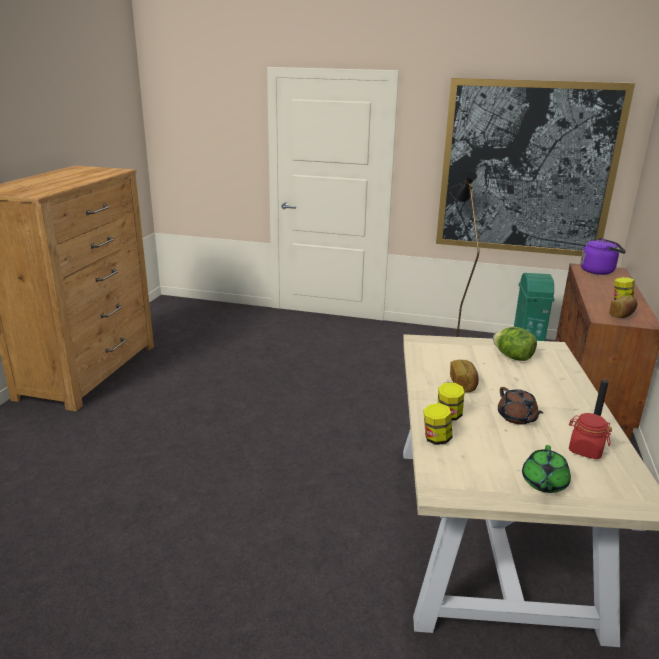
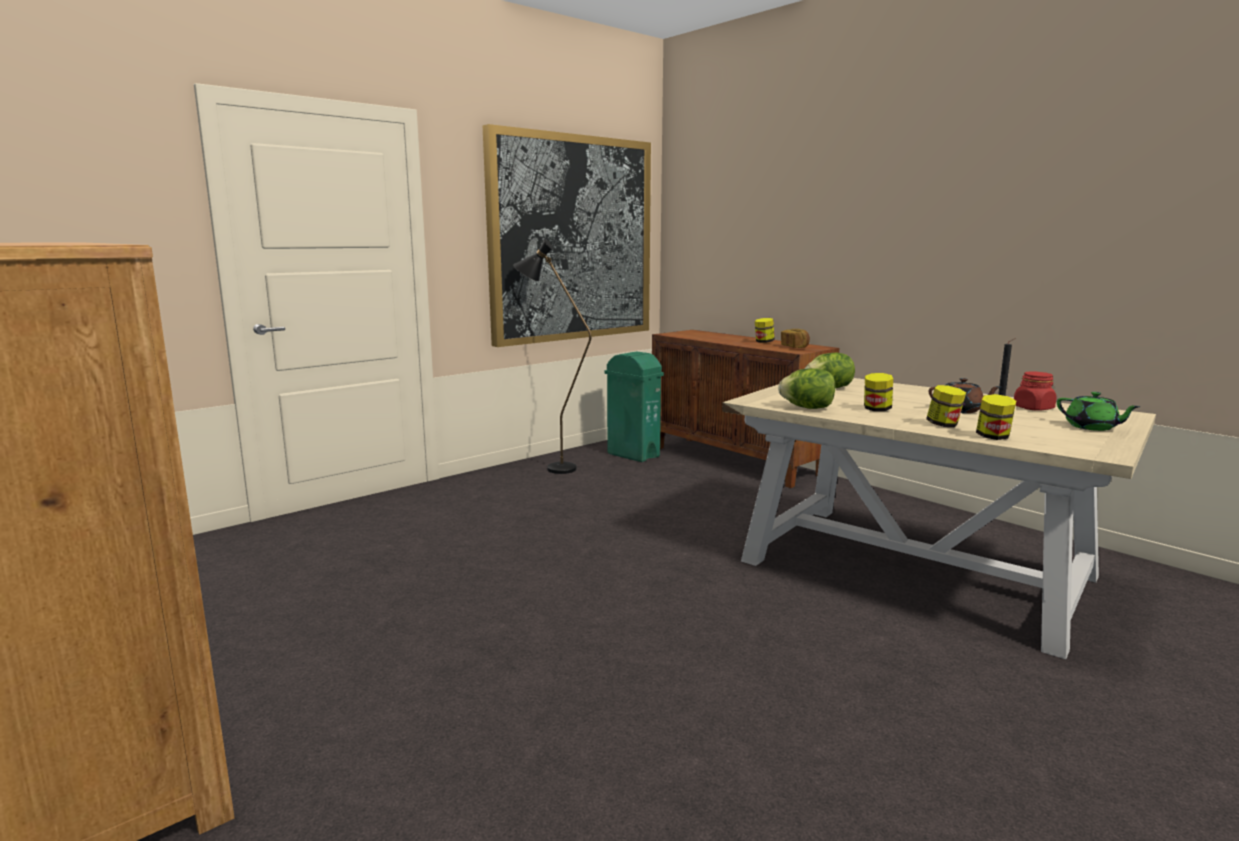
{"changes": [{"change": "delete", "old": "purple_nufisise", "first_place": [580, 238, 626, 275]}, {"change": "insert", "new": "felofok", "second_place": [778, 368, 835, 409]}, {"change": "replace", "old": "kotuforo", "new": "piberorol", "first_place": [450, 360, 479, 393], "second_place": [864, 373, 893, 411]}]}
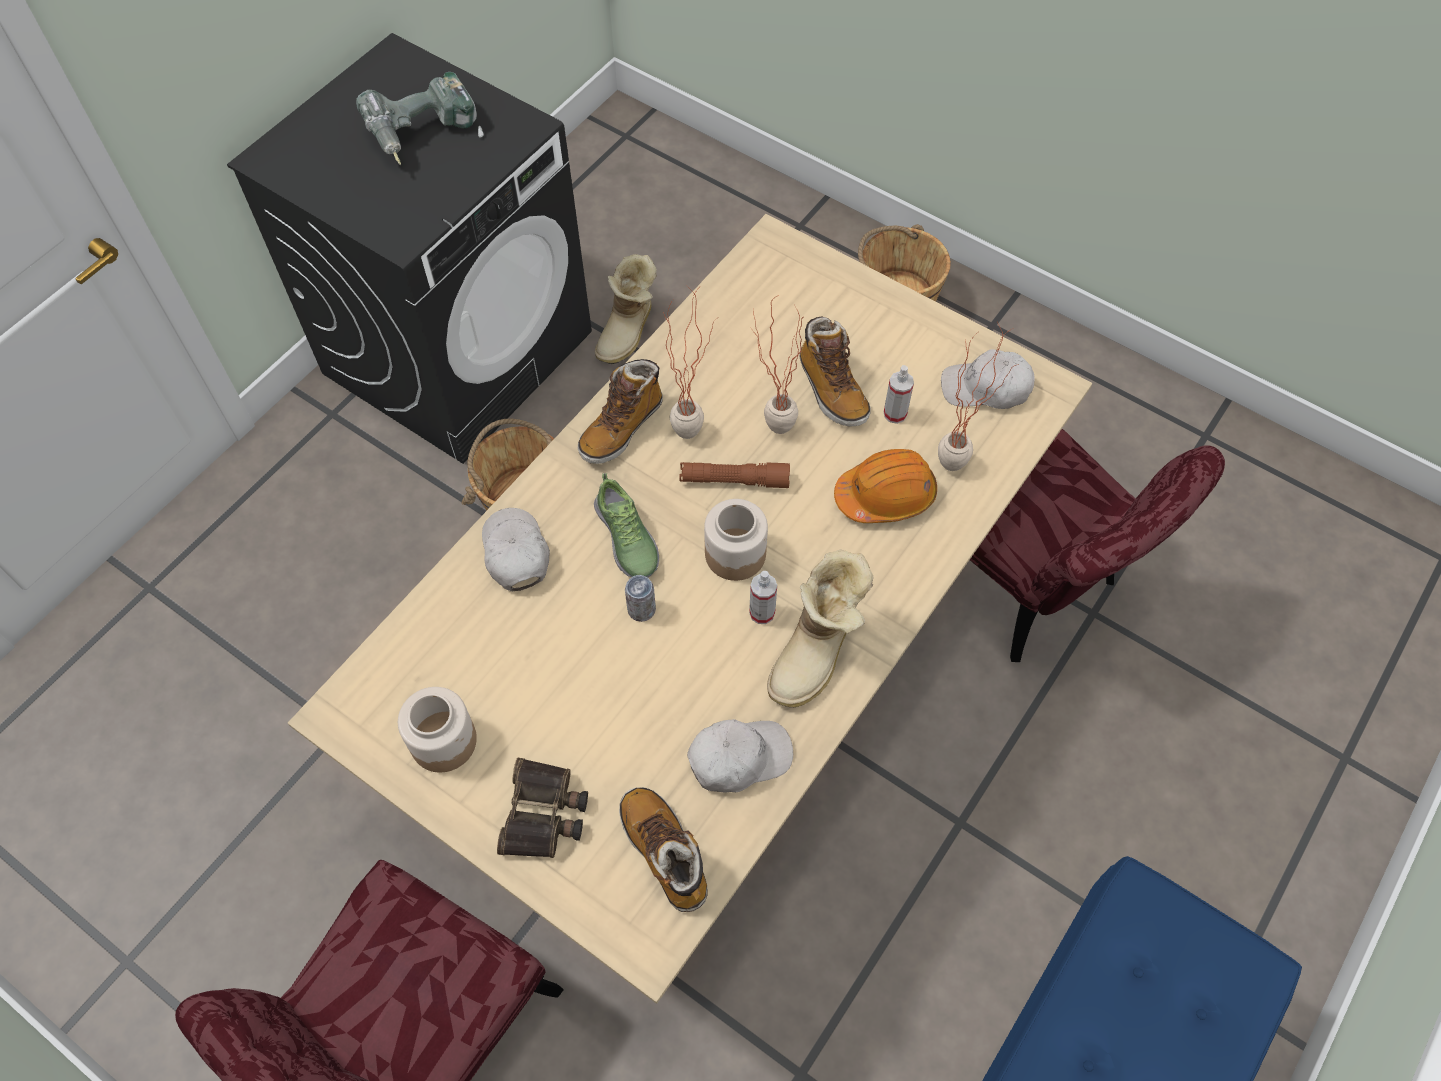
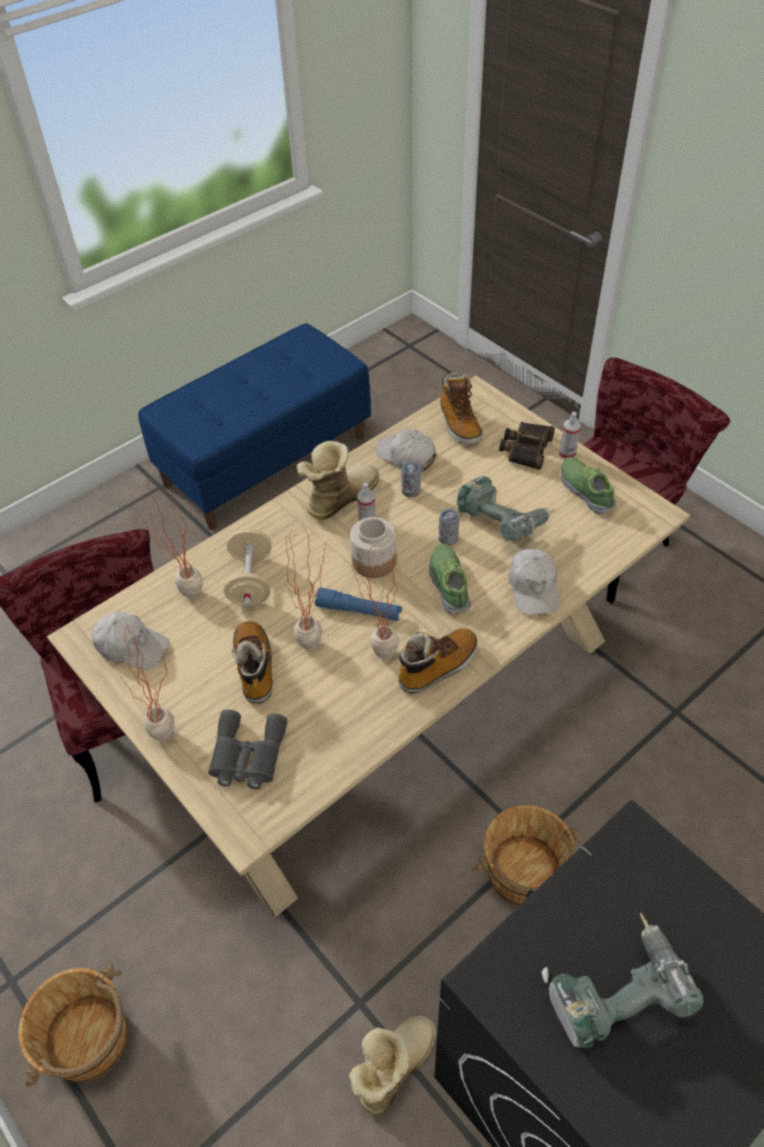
{"changes": [{"change": "insert", "new": "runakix", "second_place": [121, 624, 175, 741]}, {"change": "insert", "new": "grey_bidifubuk", "second_place": [208, 710, 288, 789]}, {"change": "insert", "new": "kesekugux", "second_place": [401, 462, 421, 497]}, {"change": "insert", "new": "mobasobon", "second_place": [456, 476, 556, 541]}, {"change": "move", "old": "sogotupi", "first_place": [884, 365, 914, 424], "second_place": [559, 412, 581, 459]}, {"change": "replace", "old": "piberorol", "new": "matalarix", "first_place": [398, 687, 477, 772], "second_place": [561, 457, 616, 515]}, {"change": "replace", "old": "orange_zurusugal", "new": "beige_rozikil", "first_place": [834, 449, 937, 523], "second_place": [224, 529, 271, 606]}, {"change": "recolor", "old": "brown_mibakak", "new": "blue_mibakak", "first_place": [679, 462, 790, 488], "second_place": [315, 588, 402, 621]}, {"change": "rotate", "old": "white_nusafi", "first_place": [687, 719, 793, 793], "second_place": [375, 429, 436, 472], "degrees": 45}]}
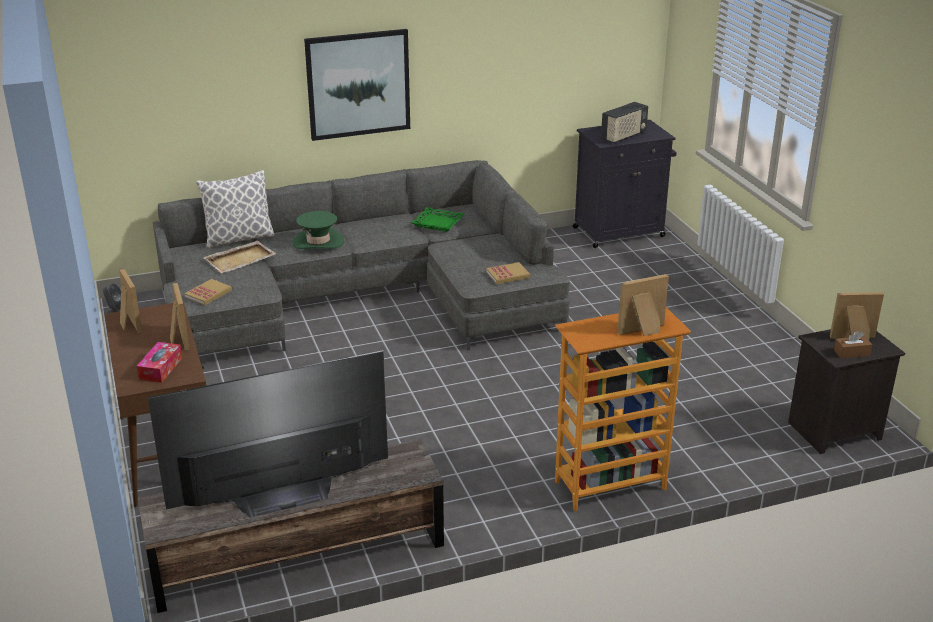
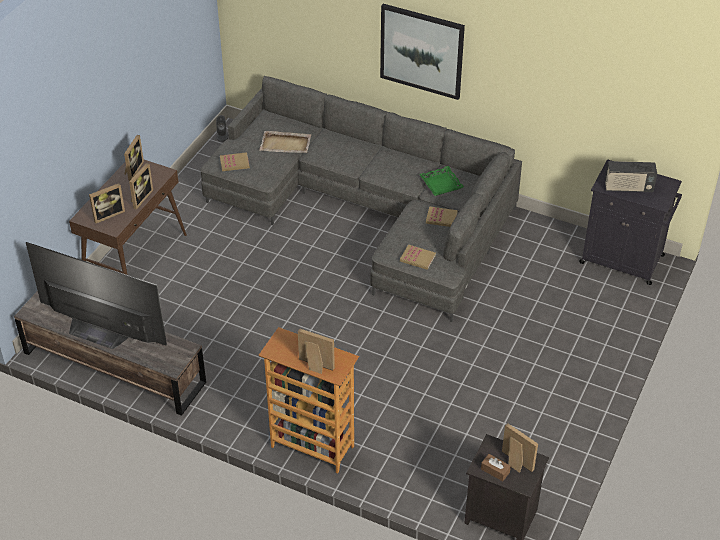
{"changes": [{"change": "delete", "old": "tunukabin", "first_place": [196, 170, 275, 248]}, {"change": "delete", "old": "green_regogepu", "first_place": [292, 211, 344, 249]}, {"change": "insert", "new": "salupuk", "second_place": [426, 206, 458, 227]}, {"change": "replace", "old": "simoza", "new": "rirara", "first_place": [137, 342, 182, 383], "second_place": [89, 183, 125, 223]}]}
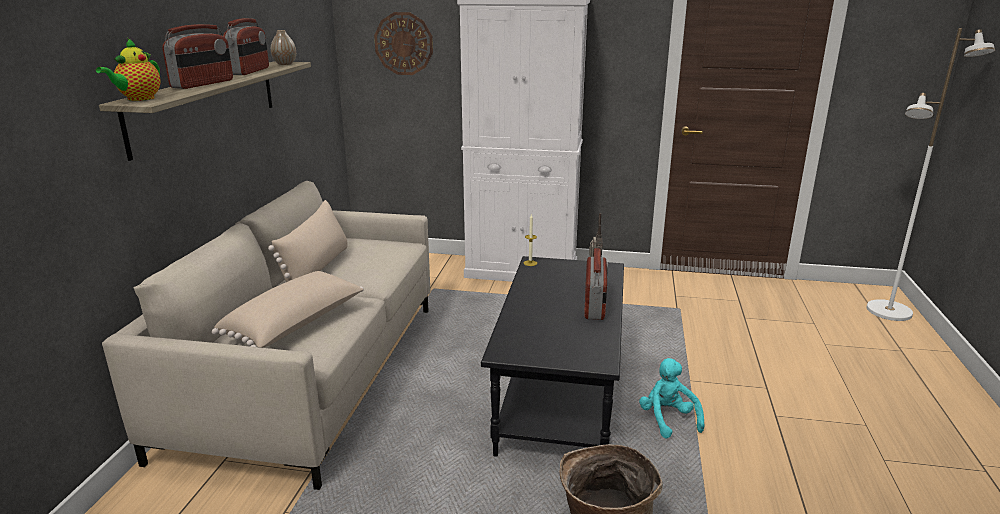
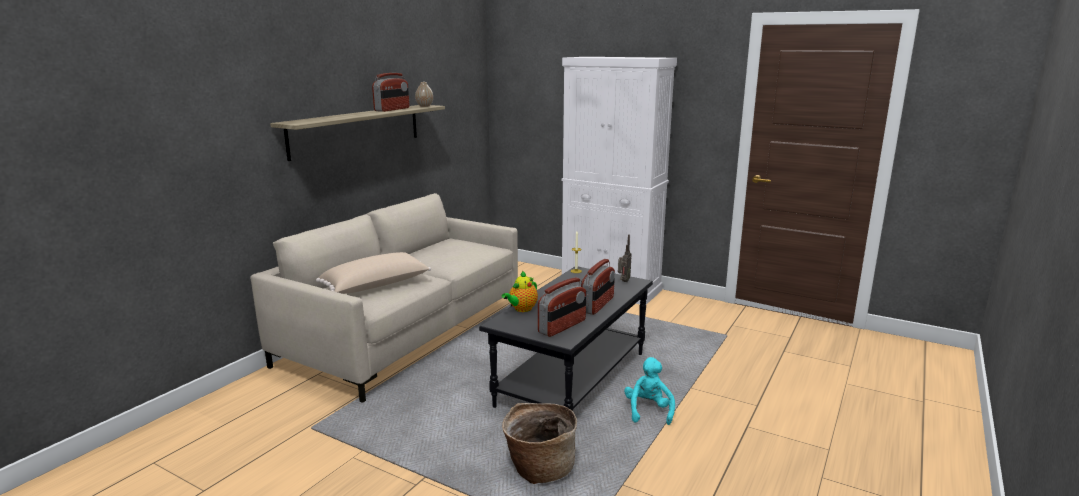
{"changes": [{"change": "delete", "old": "beige_tunukabin", "first_place": [268, 200, 348, 282]}, {"change": "delete", "old": "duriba", "first_place": [374, 12, 433, 75]}, {"change": "delete", "old": "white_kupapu", "first_place": [867, 28, 995, 321]}, {"change": "move", "old": "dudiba", "first_place": [96, 38, 161, 101], "second_place": [502, 271, 538, 312]}, {"change": "move", "old": "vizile", "first_place": [162, 24, 233, 89], "second_place": [538, 277, 586, 337]}]}
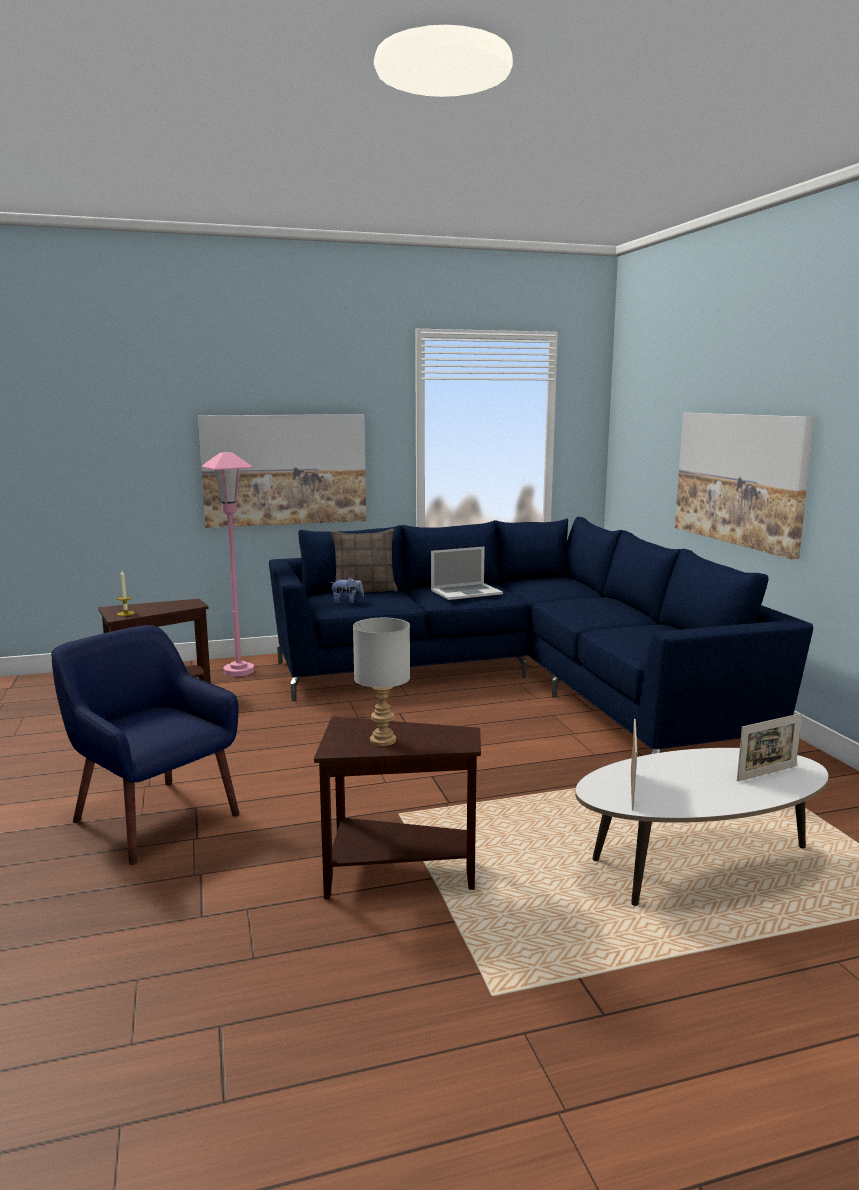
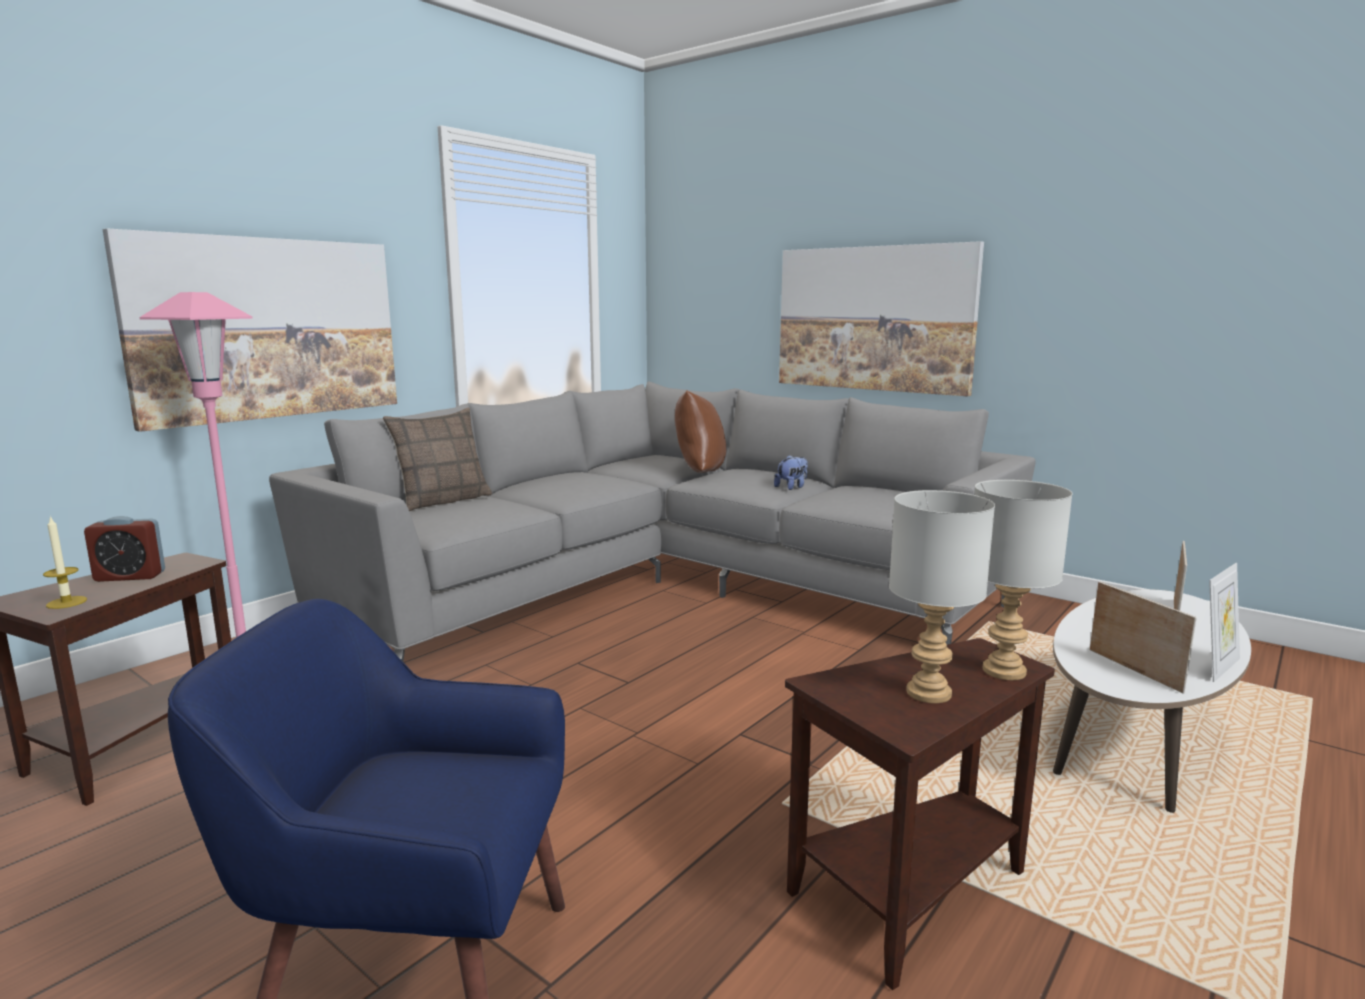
{"changes": [{"change": "delete", "old": "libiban", "first_place": [431, 546, 503, 600]}, {"change": "insert", "new": "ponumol", "second_place": [84, 516, 165, 582]}, {"change": "insert", "new": "brown_tunukabin", "second_place": [675, 390, 726, 473]}, {"change": "insert", "new": "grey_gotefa", "second_place": [974, 480, 1073, 680]}, {"change": "insert", "new": "rirara", "second_place": [1209, 563, 1240, 682]}, {"change": "move", "old": "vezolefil", "first_place": [330, 577, 364, 604], "second_place": [774, 455, 808, 490]}, {"change": "recolor", "old": "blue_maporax", "new": "grey_maporax", "first_place": [269, 517, 813, 754], "second_place": [269, 382, 1036, 662]}]}
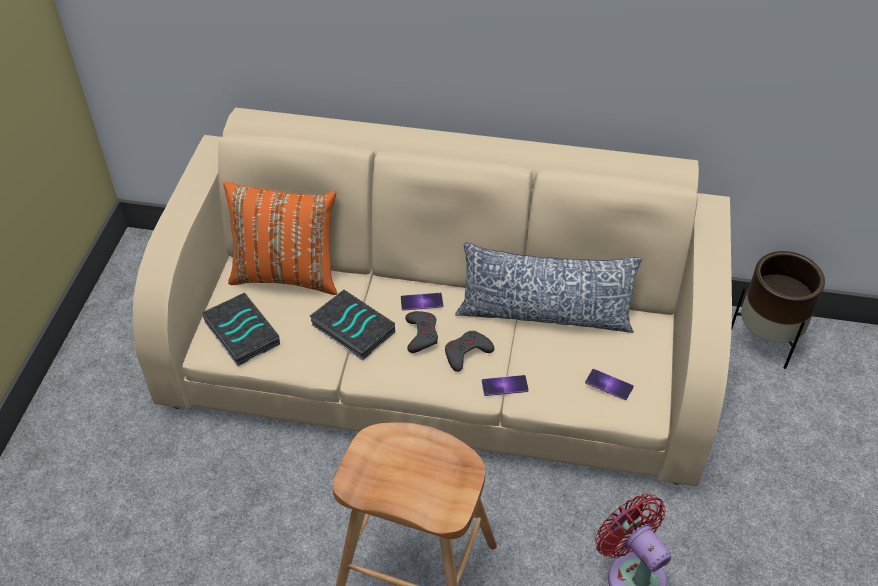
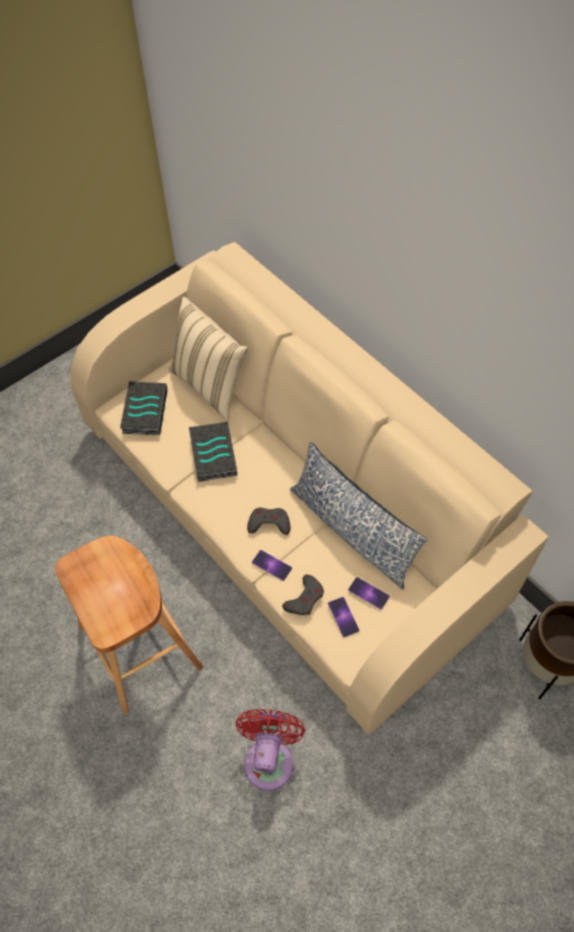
{"changes": [{"change": "move", "old": "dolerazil", "first_place": [401, 293, 443, 311], "second_place": [348, 577, 390, 610]}, {"change": "move", "old": "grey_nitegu", "first_place": [405, 311, 438, 353], "second_place": [282, 574, 324, 615]}, {"change": "recolor", "old": "orange_tunukabin", "new": "beige_tunukabin", "first_place": [223, 182, 337, 295], "second_place": [169, 297, 247, 422]}]}
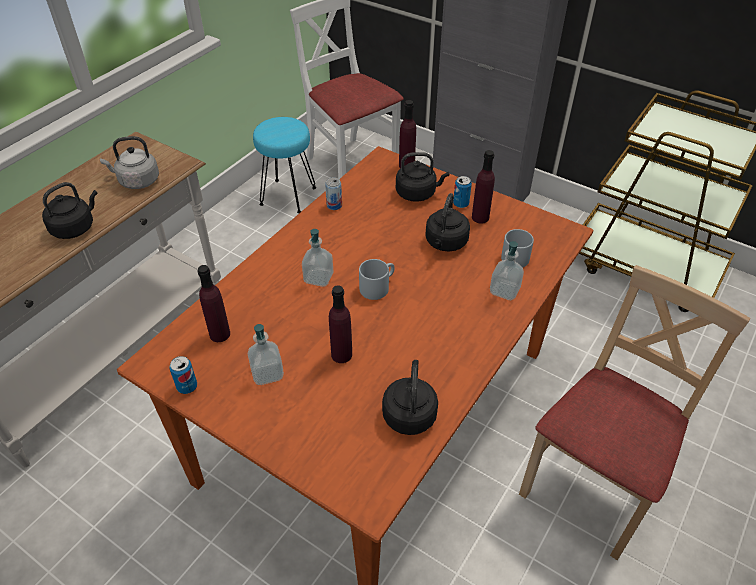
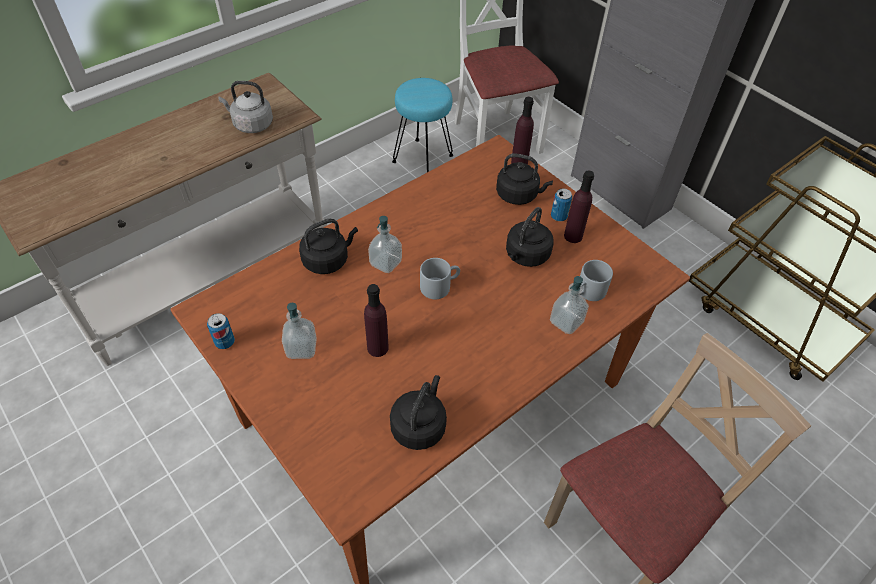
{"changes": [{"change": "delete", "old": "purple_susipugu", "first_place": [198, 265, 230, 342]}, {"change": "delete", "old": "kesekugux", "first_place": [325, 177, 342, 210]}, {"change": "move", "old": "black_nufisise", "first_place": [42, 182, 98, 239], "second_place": [299, 219, 358, 274]}]}
